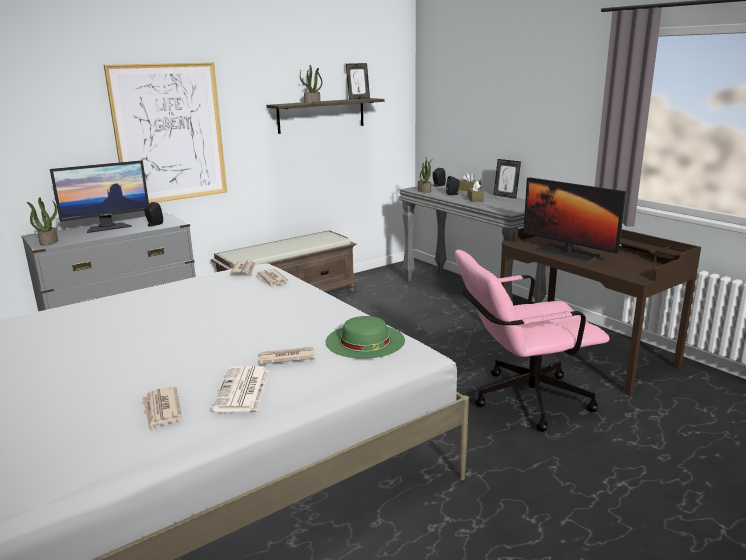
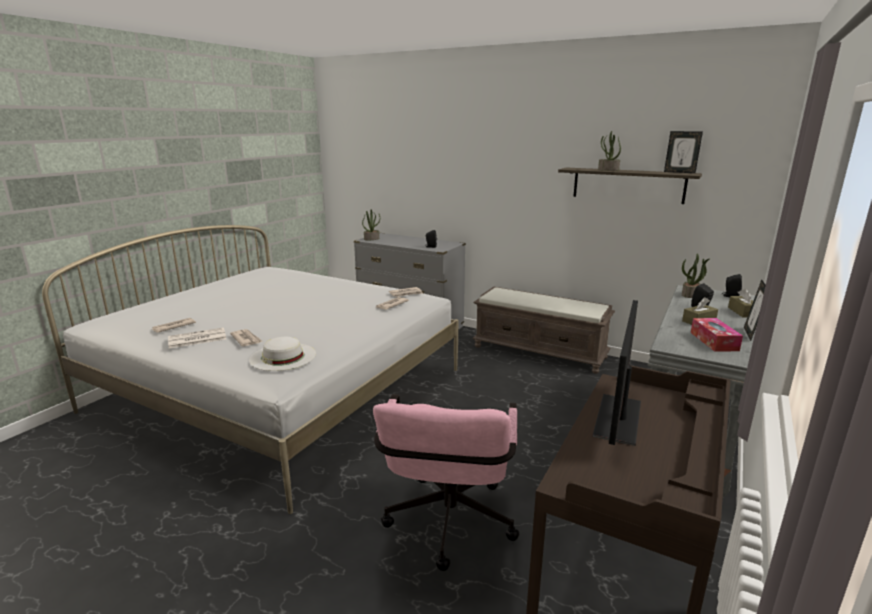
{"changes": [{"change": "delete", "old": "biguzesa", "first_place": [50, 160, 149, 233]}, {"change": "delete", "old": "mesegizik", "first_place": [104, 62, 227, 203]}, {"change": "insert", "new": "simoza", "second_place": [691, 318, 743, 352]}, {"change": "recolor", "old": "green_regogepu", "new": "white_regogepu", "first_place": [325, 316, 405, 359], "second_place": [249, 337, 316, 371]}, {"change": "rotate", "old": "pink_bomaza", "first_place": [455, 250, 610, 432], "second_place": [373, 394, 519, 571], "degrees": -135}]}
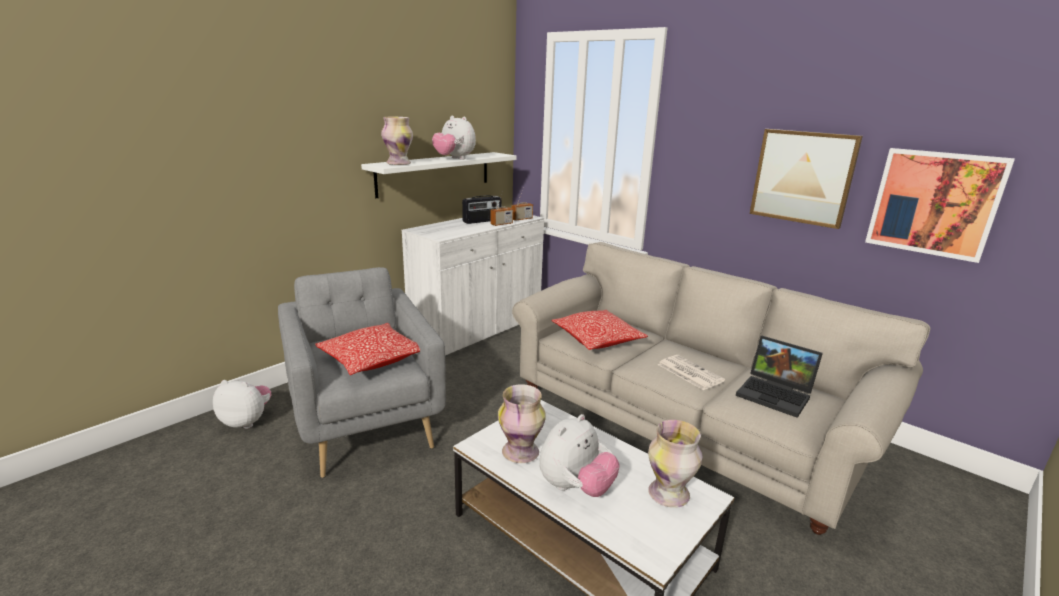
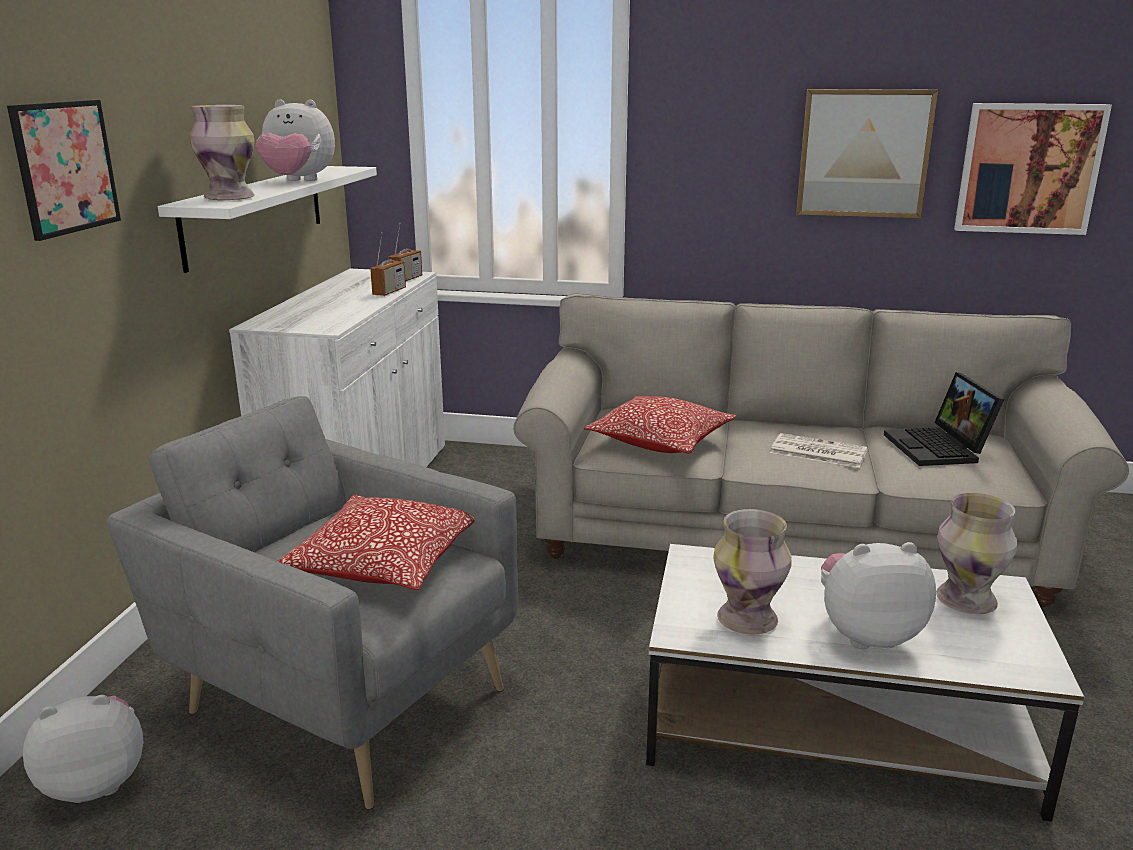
{"changes": [{"change": "delete", "old": "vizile", "first_place": [462, 195, 502, 224]}, {"change": "insert", "new": "mesegizik", "second_place": [7, 100, 121, 241]}, {"change": "rotate", "old": "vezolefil", "first_place": [539, 414, 620, 497], "second_place": [821, 542, 936, 649], "degrees": -105}, {"change": "rotate", "old": "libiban", "first_place": [736, 336, 823, 418], "second_place": [884, 372, 1004, 466], "degrees": 75}]}
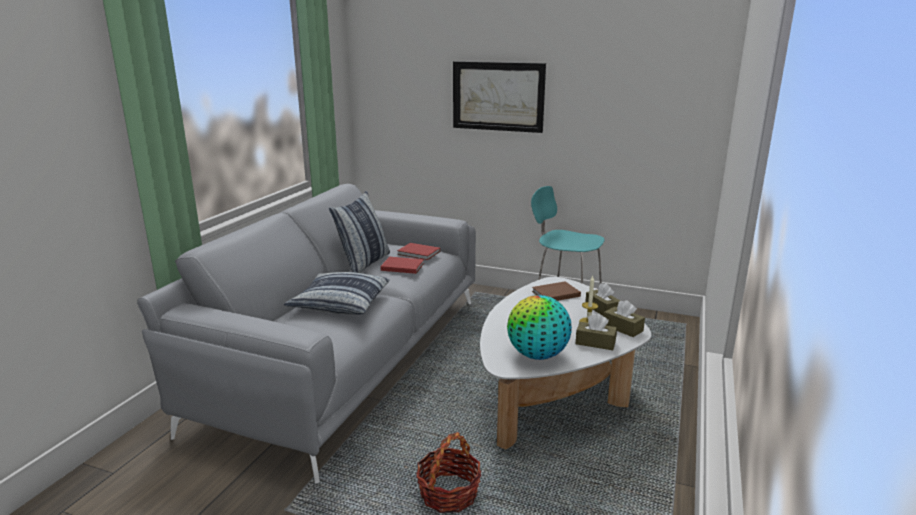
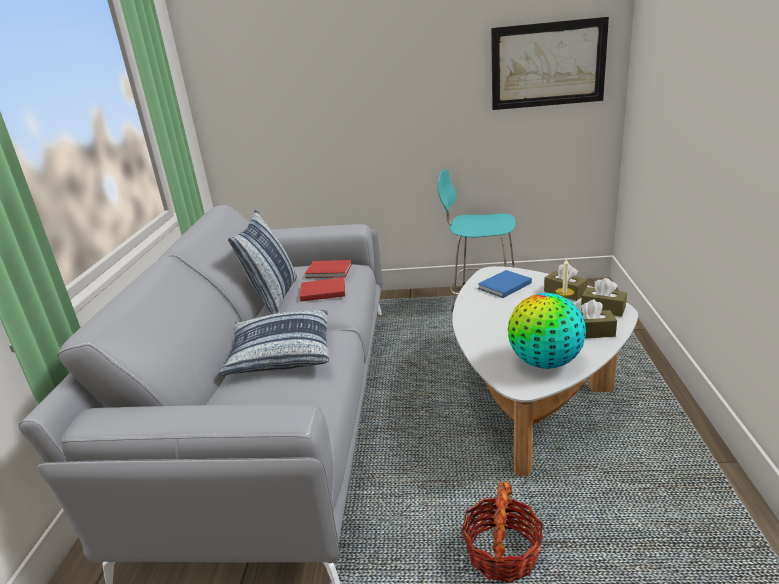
{"changes": [{"change": "move", "old": "mesegizik", "first_place": [453, 61, 546, 133], "second_place": [491, 17, 609, 110]}, {"change": "recolor", "old": "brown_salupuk", "new": "blue_salupuk", "first_place": [532, 281, 581, 301], "second_place": [478, 270, 532, 298]}]}
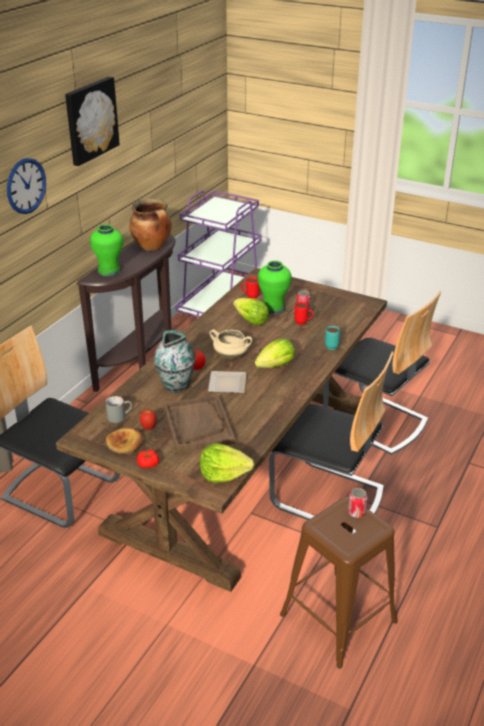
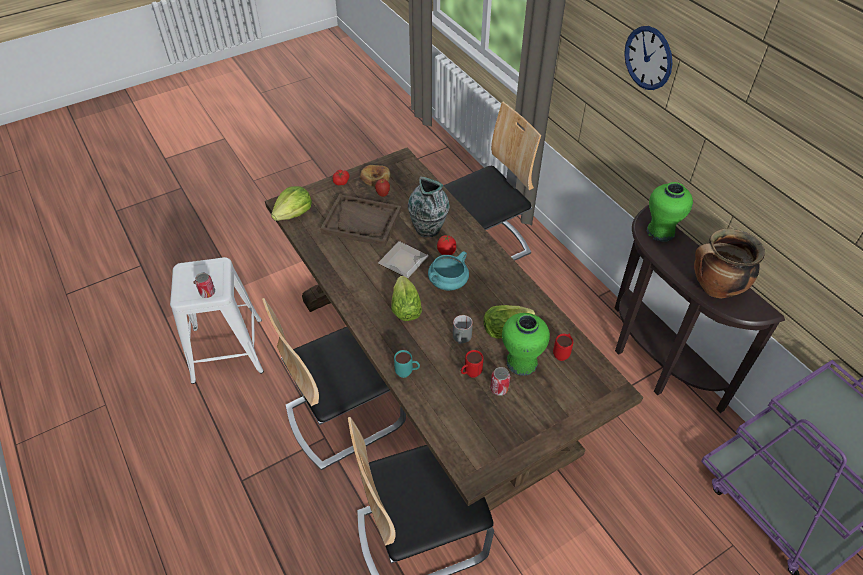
{"changes": [{"change": "delete", "old": "mesegizik", "first_place": [65, 77, 120, 166]}, {"change": "move", "old": "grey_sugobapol", "first_place": [105, 396, 132, 423], "second_place": [453, 315, 473, 344]}, {"change": "recolor", "old": "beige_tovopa", "new": "turquoise_tovopa", "first_place": [210, 330, 253, 359], "second_place": [428, 251, 469, 291]}, {"change": "recolor", "old": "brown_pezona", "new": "white_pezona", "first_place": [280, 497, 398, 669], "second_place": [170, 257, 264, 384]}]}
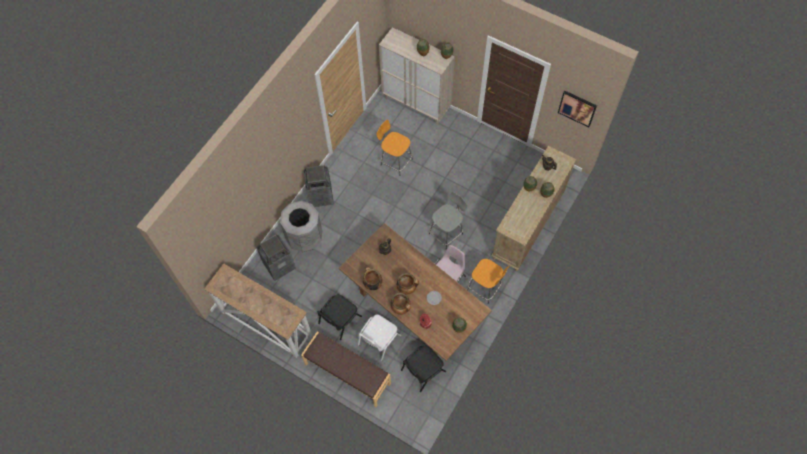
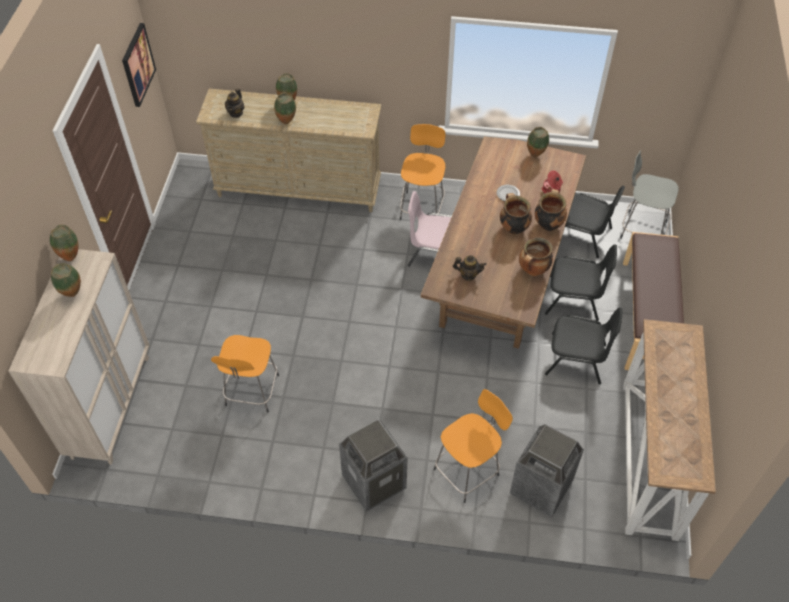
{"changes": [{"change": "move", "old": "grey_pezona", "first_place": [429, 192, 468, 250], "second_place": [620, 150, 678, 239]}, {"change": "replace", "old": "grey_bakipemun", "new": "orange_pezona", "first_place": [280, 201, 322, 252], "second_place": [434, 389, 513, 503]}, {"change": "recolor", "old": "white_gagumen", "new": "black_gagumen", "first_place": [358, 315, 401, 361], "second_place": [545, 244, 617, 321]}]}
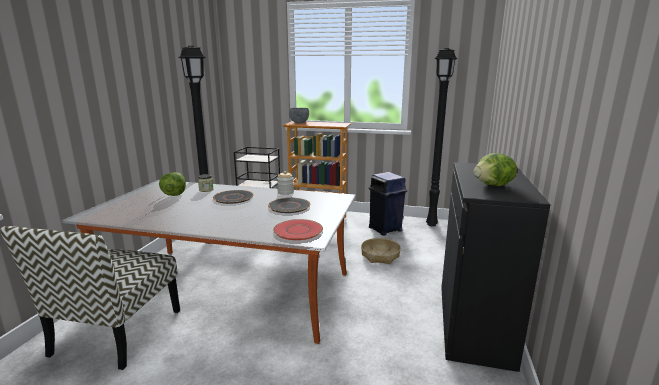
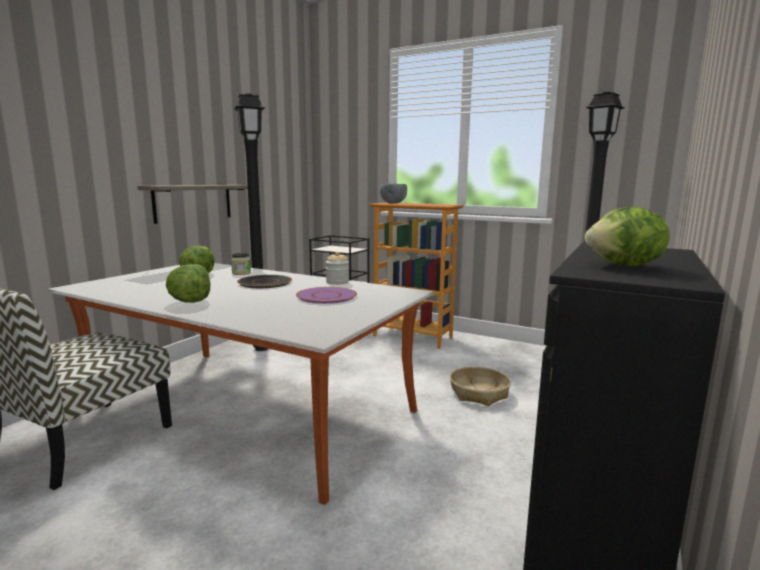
{"changes": [{"change": "delete", "old": "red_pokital", "first_place": [273, 219, 323, 240]}, {"change": "delete", "old": "blue_bakipemun", "first_place": [369, 172, 407, 236]}, {"change": "insert", "new": "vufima", "second_place": [137, 185, 248, 224]}, {"change": "insert", "new": "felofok", "second_place": [166, 264, 210, 303]}, {"change": "recolor", "old": "black_pokital", "new": "purple_pokital", "first_place": [268, 198, 310, 213], "second_place": [296, 287, 357, 304]}]}
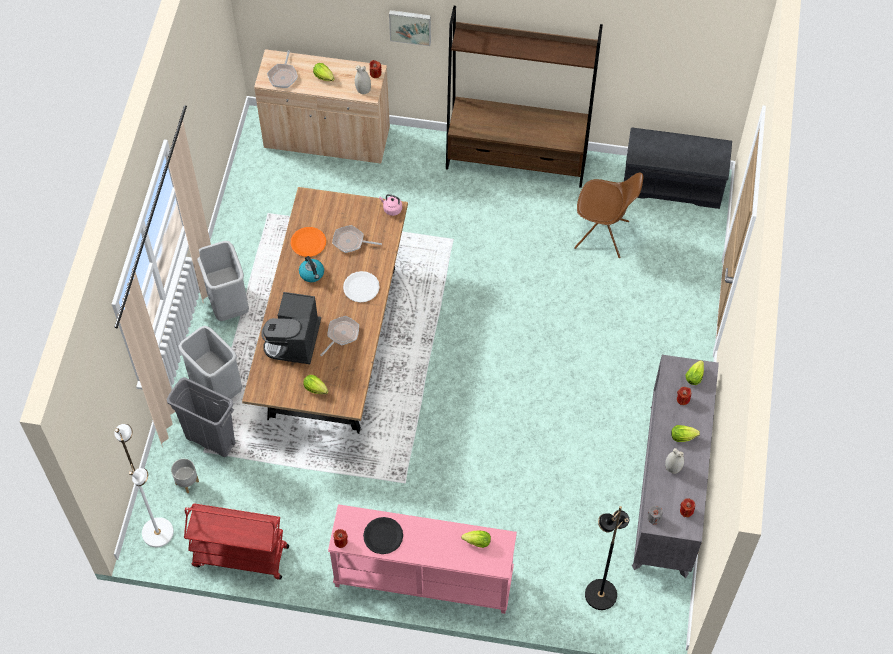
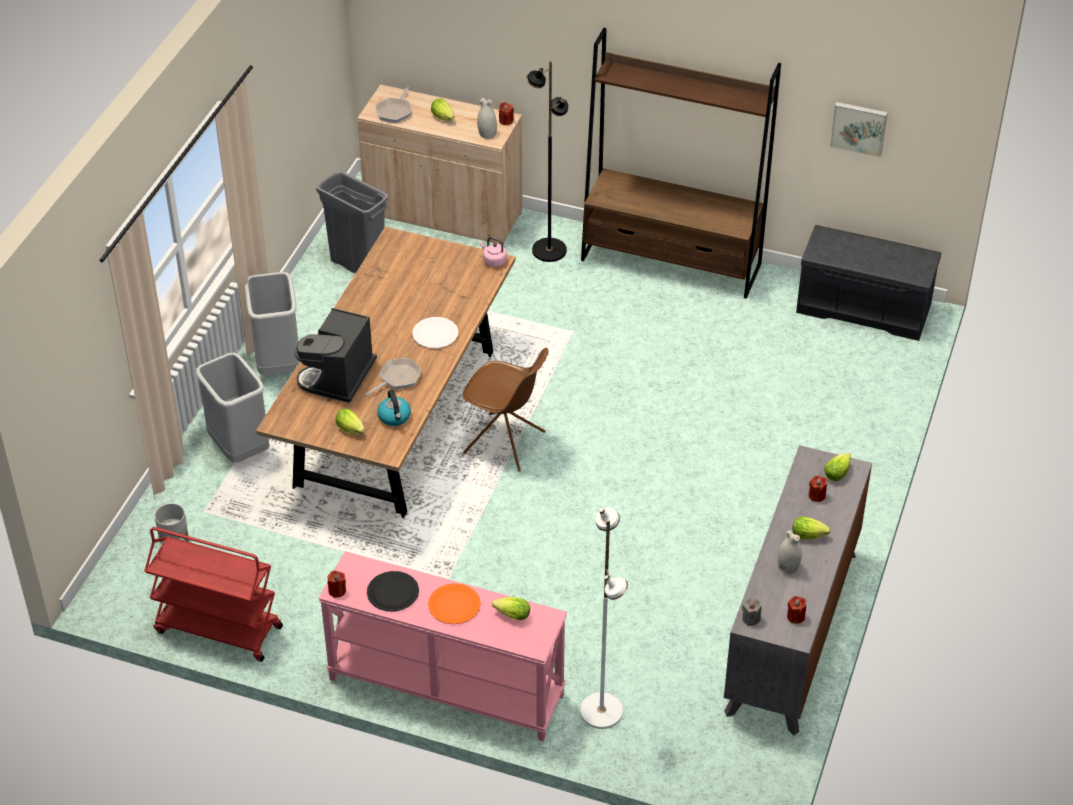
{"changes": [{"change": "delete", "old": "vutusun", "first_place": [332, 225, 382, 253]}, {"change": "move", "old": "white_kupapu", "first_place": [114, 424, 174, 547], "second_place": [580, 507, 628, 729]}, {"change": "move", "old": "grey_bakipemun", "first_place": [167, 377, 235, 457], "second_place": [316, 170, 388, 273]}, {"change": "move", "old": "orange_pokital", "first_place": [291, 227, 326, 257], "second_place": [428, 583, 481, 624]}, {"change": "move", "old": "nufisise", "first_place": [299, 256, 324, 282], "second_place": [377, 390, 411, 426]}, {"change": "move", "old": "mesegizik", "first_place": [389, 10, 431, 46], "second_place": [830, 102, 888, 157]}, {"change": "move", "old": "brown_gagumen", "first_place": [574, 172, 643, 258], "second_place": [462, 348, 549, 472]}, {"change": "move", "old": "black_kupapu", "first_place": [585, 506, 629, 610], "second_place": [526, 61, 568, 262]}]}
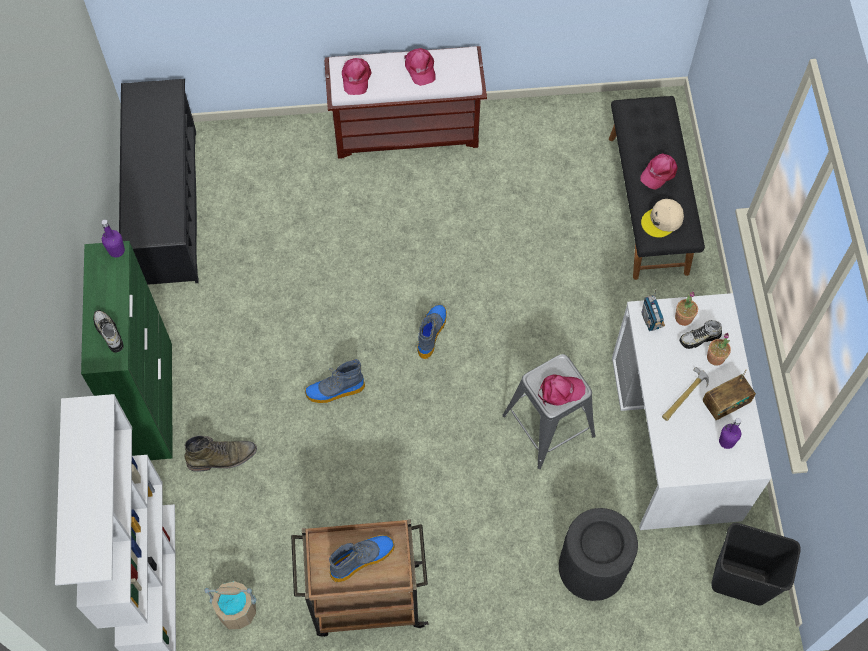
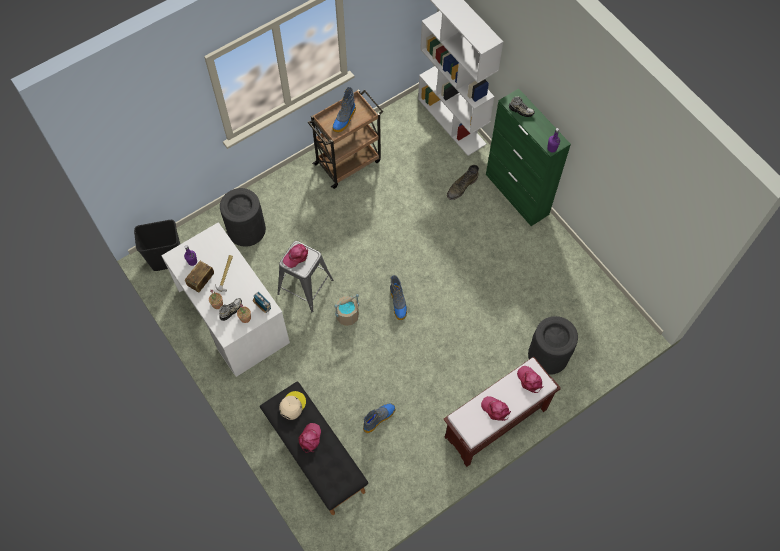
{"changes": [{"change": "delete", "old": "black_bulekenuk", "first_place": [119, 79, 199, 285]}, {"change": "insert", "new": "black_bakipemun", "second_place": [528, 316, 578, 375]}, {"change": "move", "old": "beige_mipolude", "first_place": [204, 581, 257, 629], "second_place": [334, 294, 359, 326]}, {"change": "move", "old": "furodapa", "first_place": [305, 359, 365, 403], "second_place": [363, 403, 395, 433]}]}
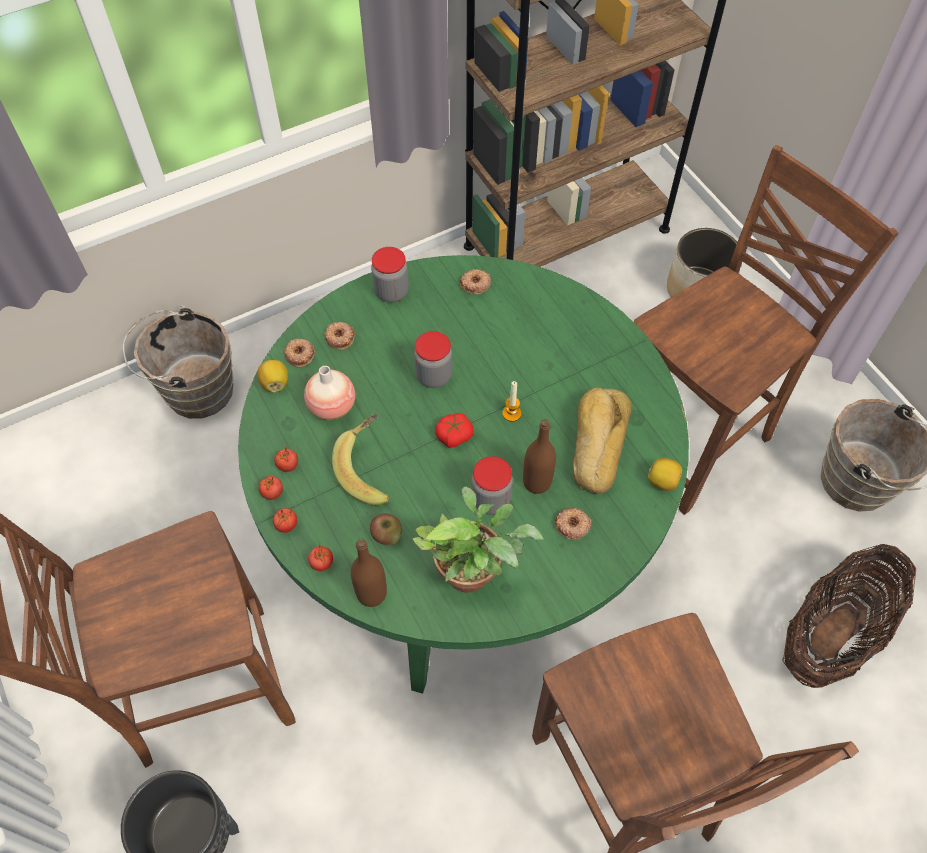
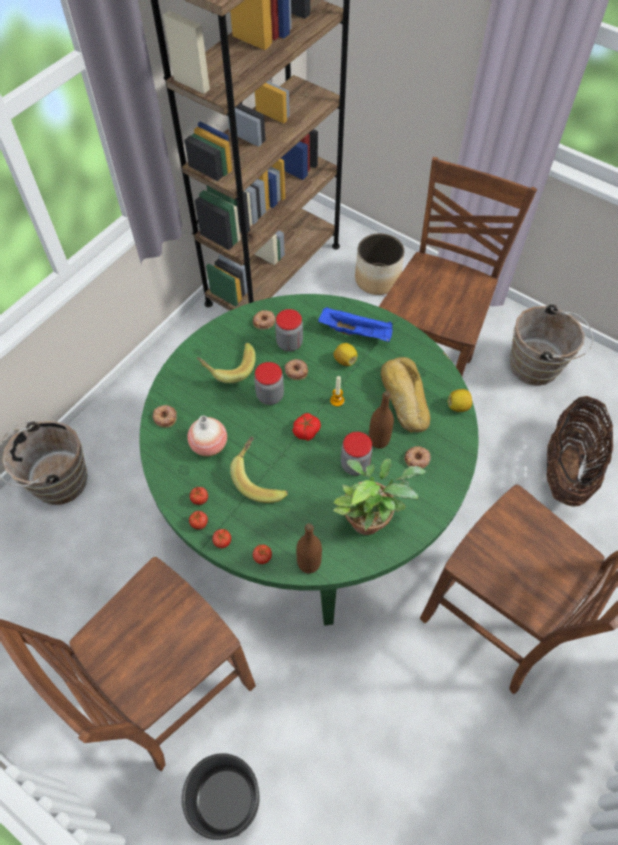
{"changes": [{"change": "delete", "old": "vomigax", "first_place": [370, 513, 402, 545]}, {"change": "insert", "new": "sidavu", "second_place": [197, 343, 256, 383]}, {"change": "insert", "new": "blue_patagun", "second_place": [318, 307, 393, 342]}, {"change": "move", "old": "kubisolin", "first_place": [257, 360, 288, 392], "second_place": [333, 343, 358, 366]}, {"change": "move", "old": "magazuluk", "first_place": [324, 322, 355, 350], "second_place": [285, 359, 308, 380]}, {"change": "move", "old": "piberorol", "first_place": [371, 247, 409, 303], "second_place": [275, 309, 303, 351]}]}
